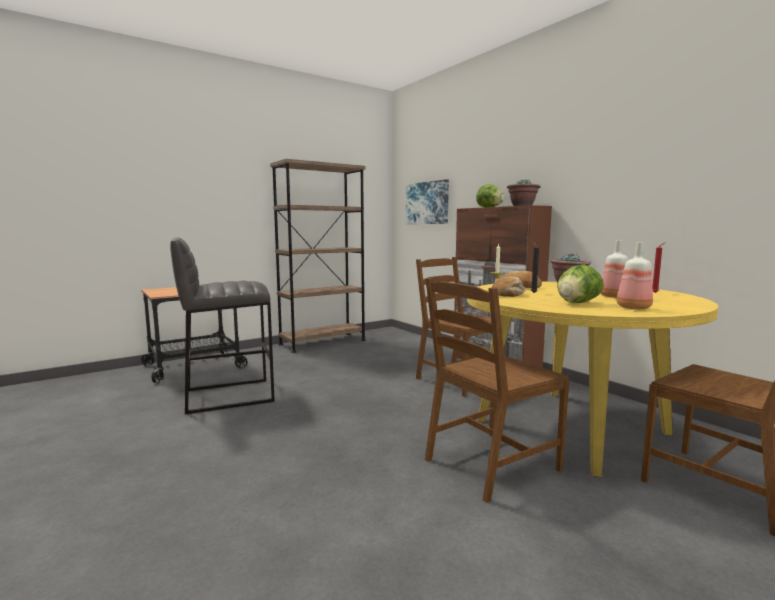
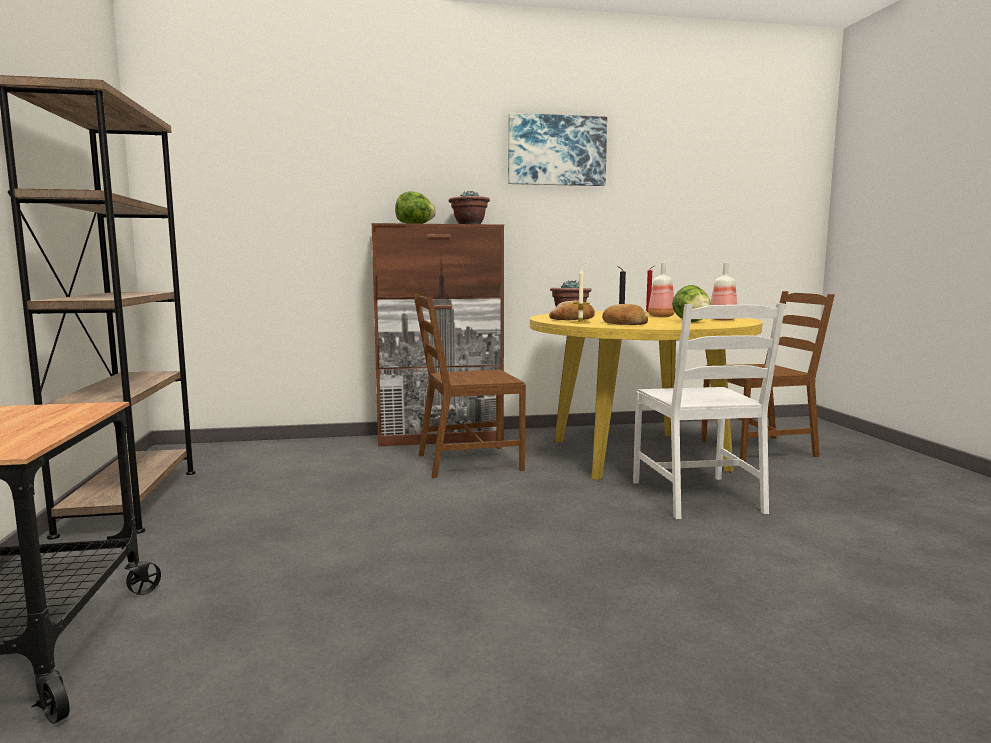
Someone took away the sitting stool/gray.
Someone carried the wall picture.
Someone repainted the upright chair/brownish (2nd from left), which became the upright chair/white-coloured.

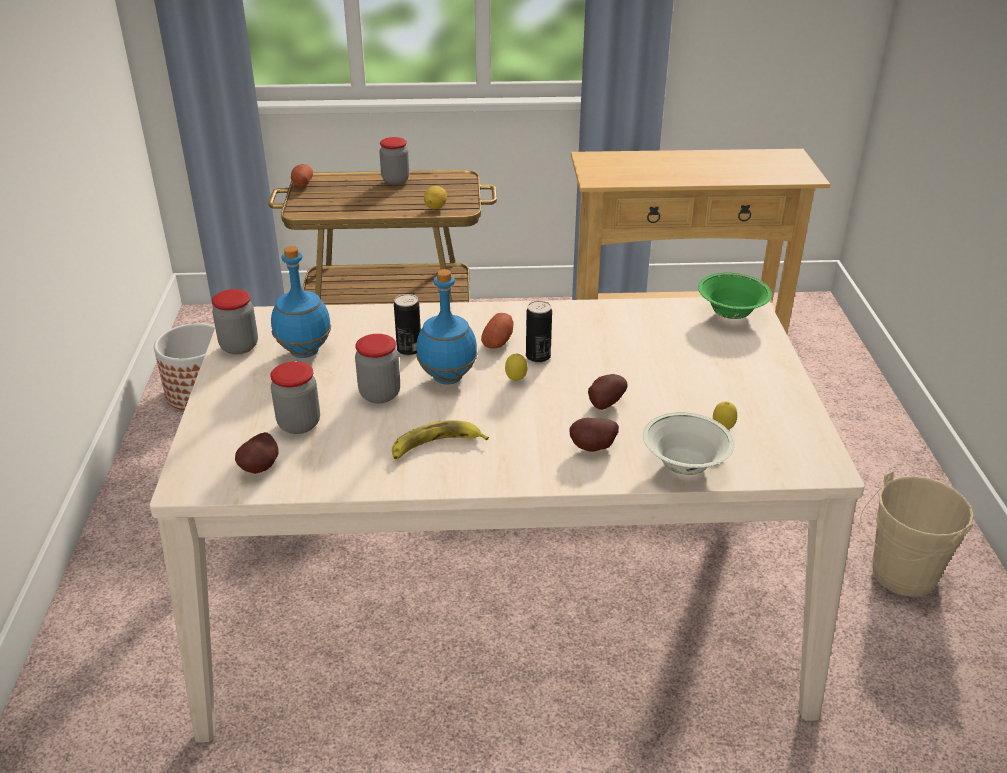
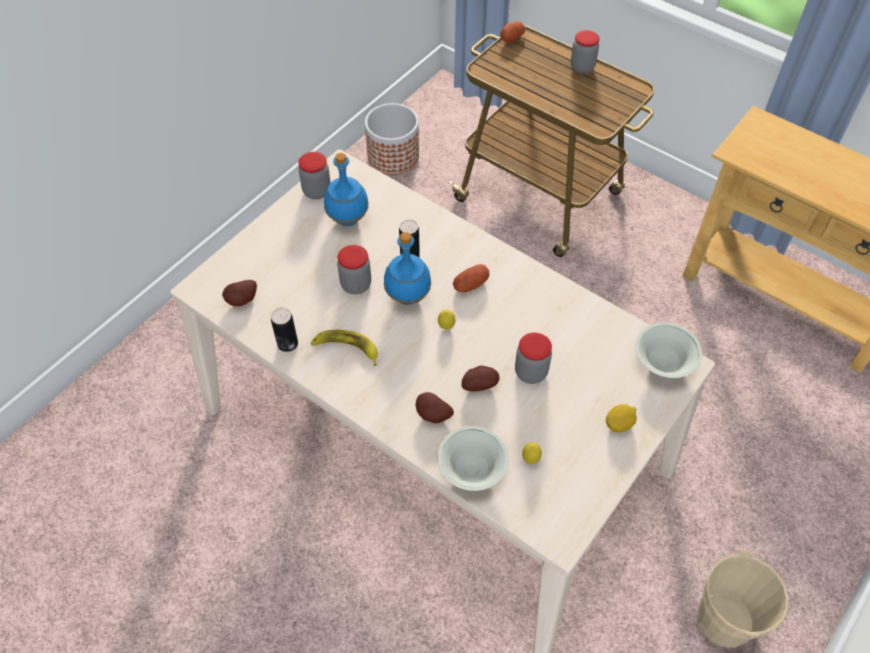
Someone carried the storage jar (2nd from left in the first image).
Someone carried the citrus fruit (1st from left in the first image).
Someone carried the metal can (2nd from left in the first image).
Someone repainted the bowl/greenish, which became the bowl/white-coloured (2nd from left).

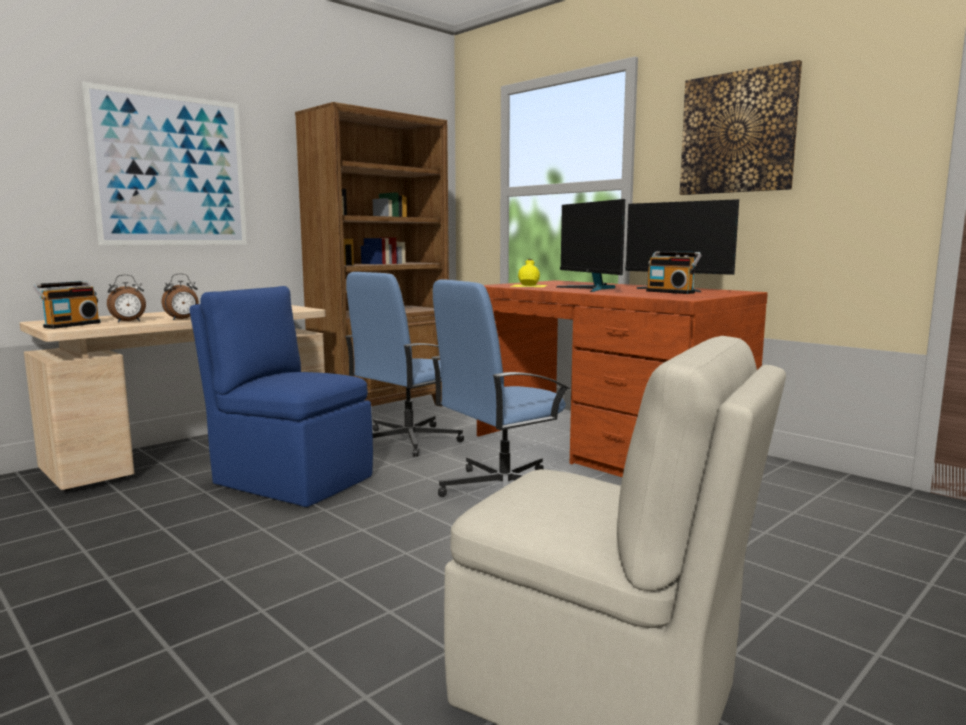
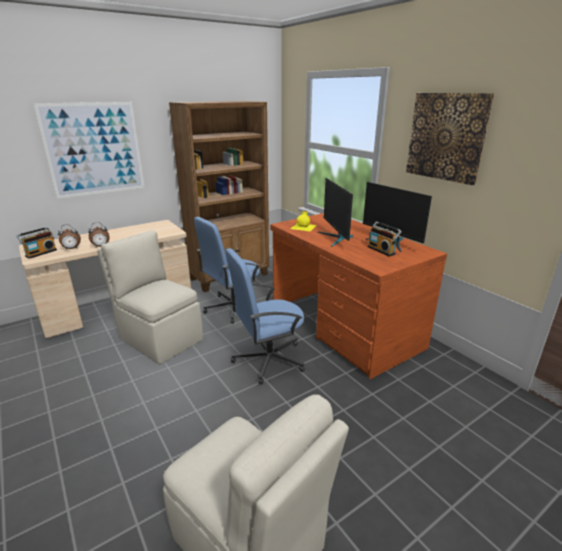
Someone repainted the upright chair/blue-coloured, which became the upright chair/beige-coloured (1st from left).

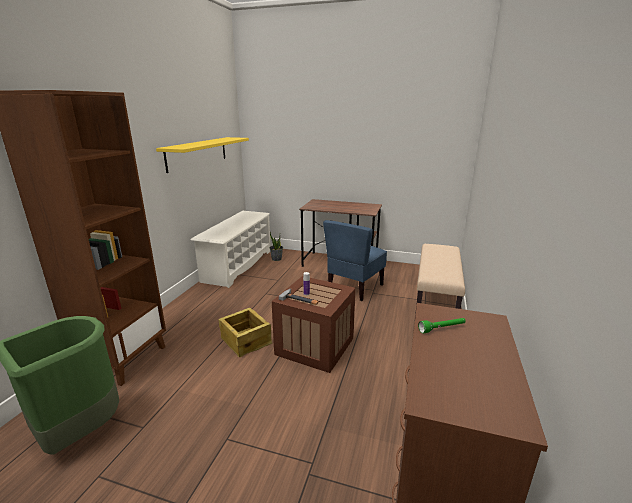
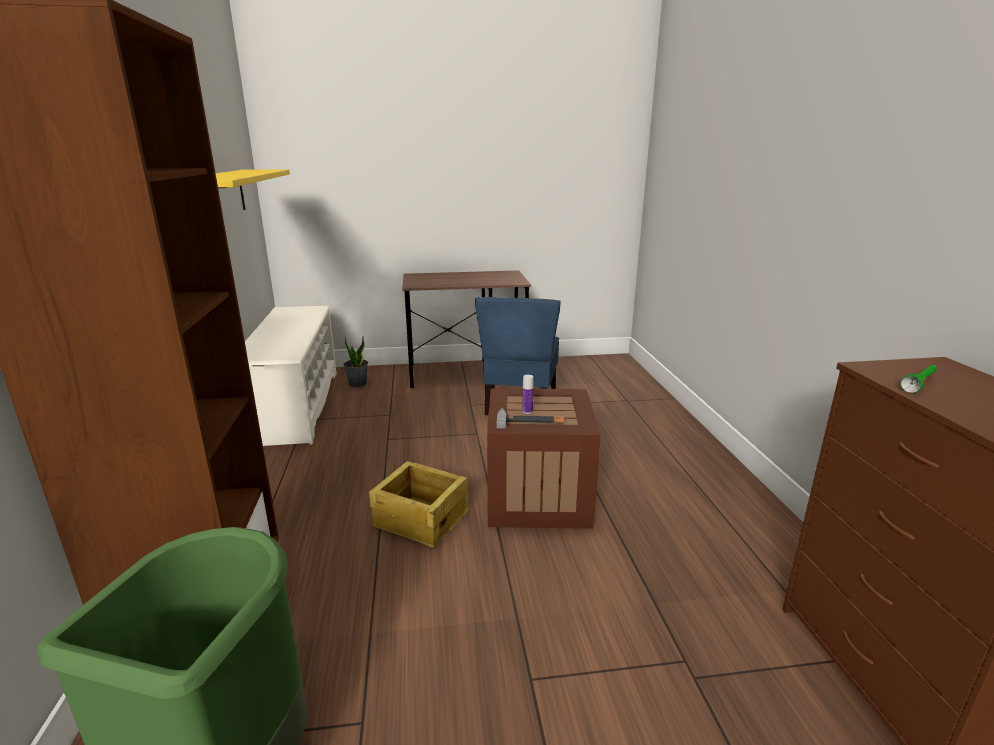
Someone took away the indoor bench/beige-coloured.

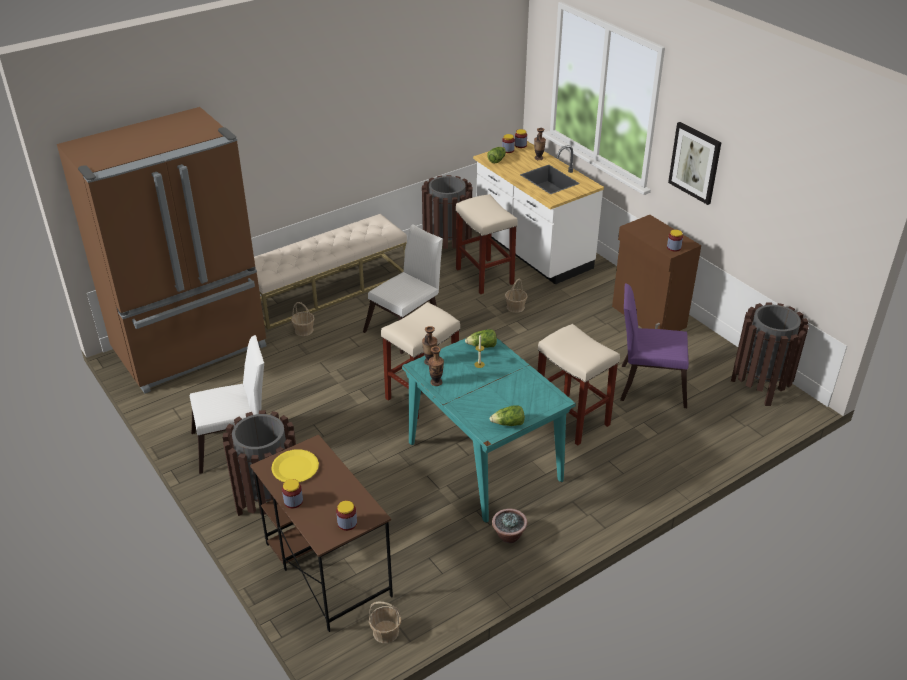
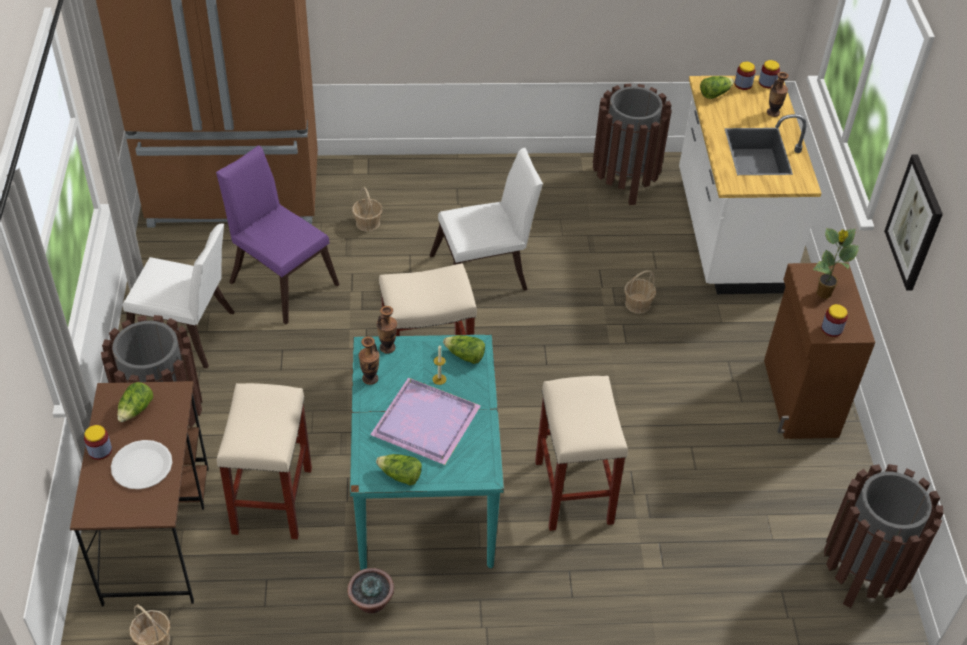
Someone took away the indoor bench/beige-coloured.
Someone swapped the dinner plate/yellowish for the lettuce (1st from left).
Someone took away the storage jar (2nd from left).
Someone carried the sitting stool/beige-coloured (2nd from left in the first image).
Someone carried the upright chair/purple.
Someone put down the dinner plate/white-coloured.
Someone put down the carrying tray/purple.
Someone put down the houseplant (2nd from left).

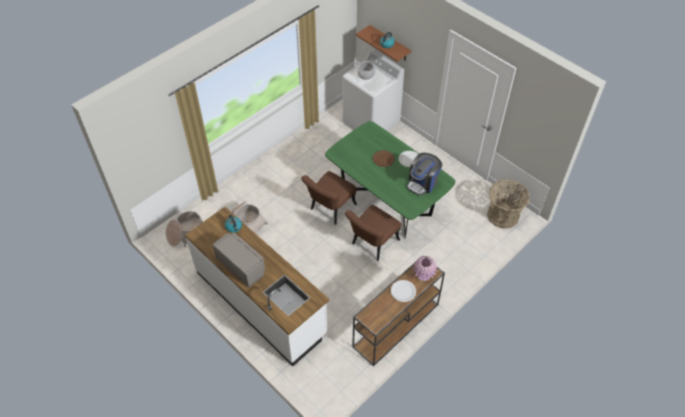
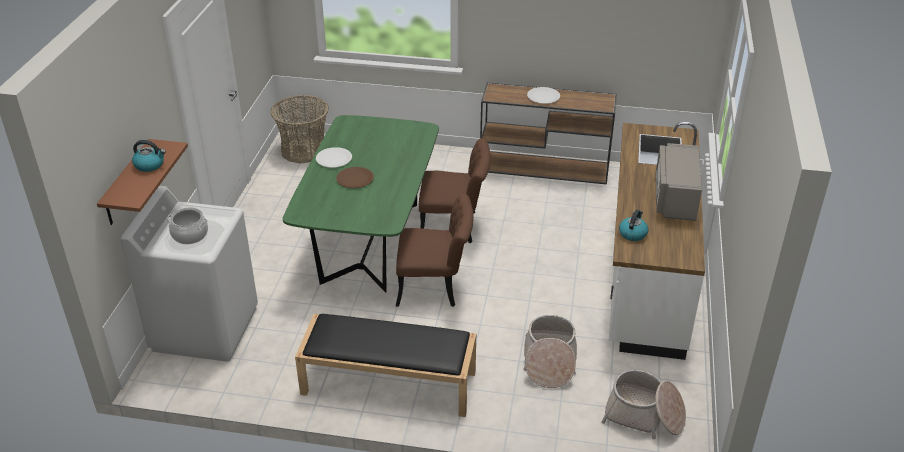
Someone took away the coffee brewer.
Someone took away the vase/pink.
Someone put down the indoor bench/blackish.

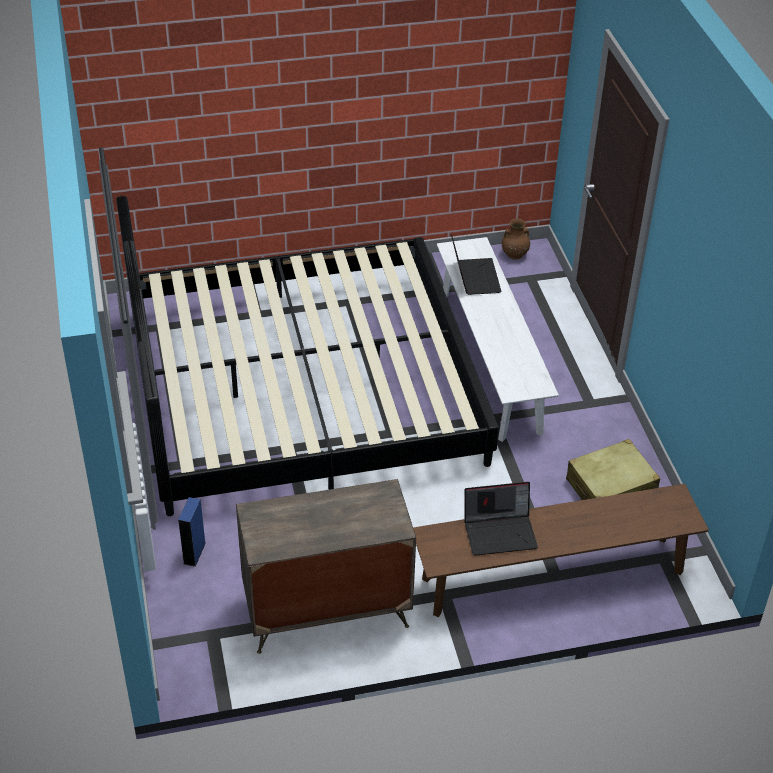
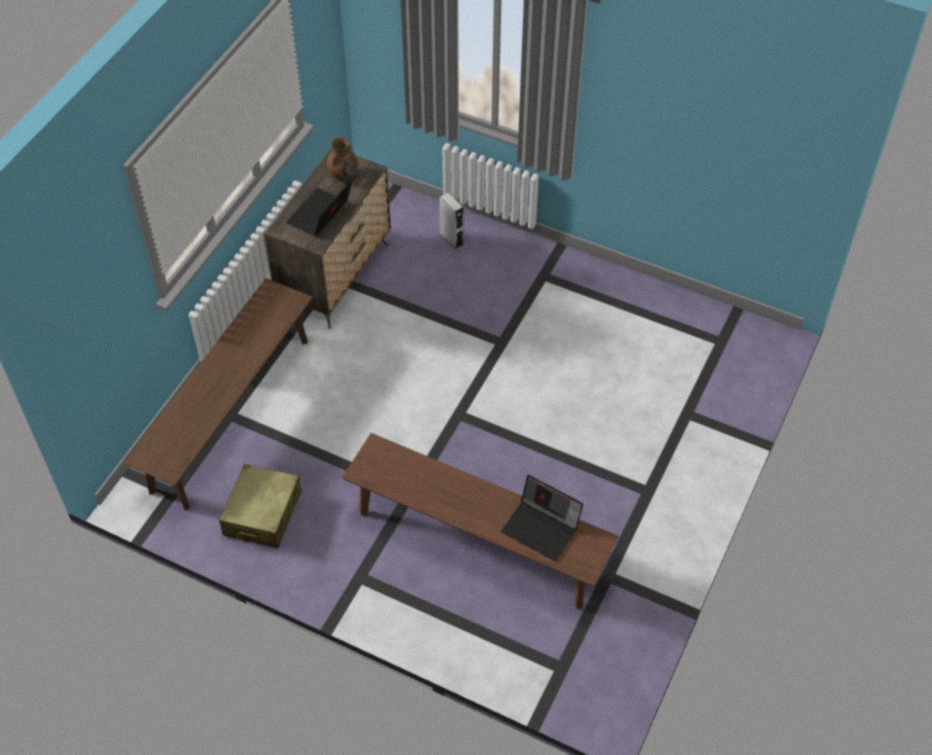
Someone took away the bedroom bed.
Someone repainted the speaker/blue-coloured, which became the speaker/gray.
Someone repainted the indoor bench/white-coloured, which became the indoor bench/brownish (2nd from left).
Someone carried the portable computer (2nd from left in the first image).
Someone carried the vase/brownish.

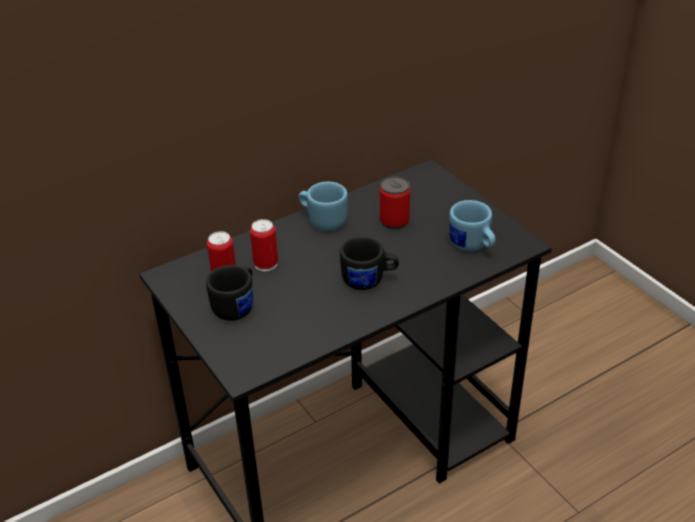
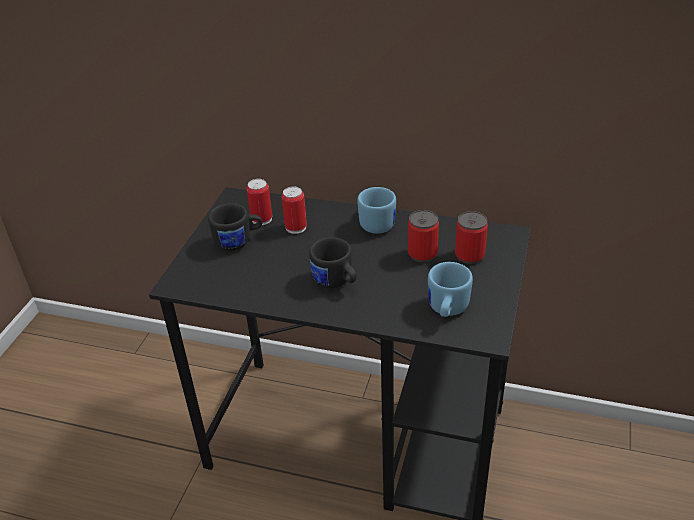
Someone put down the metal can (4th from left).

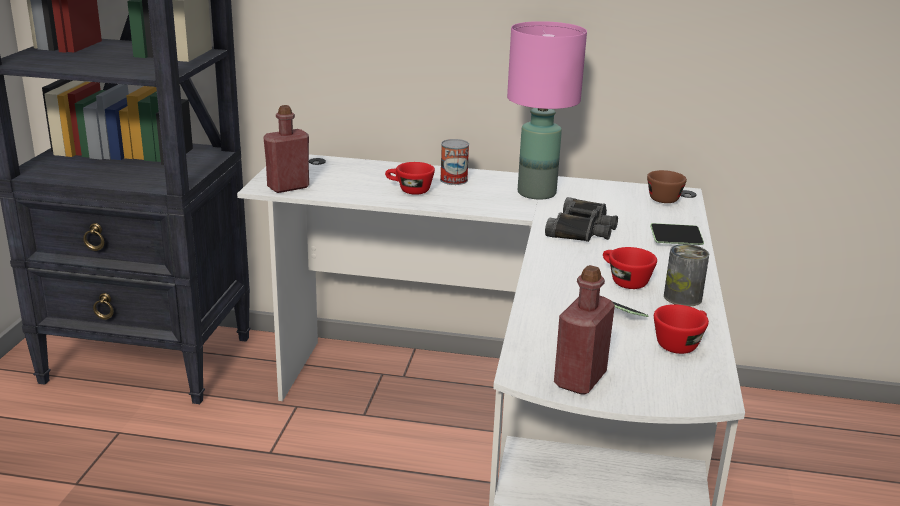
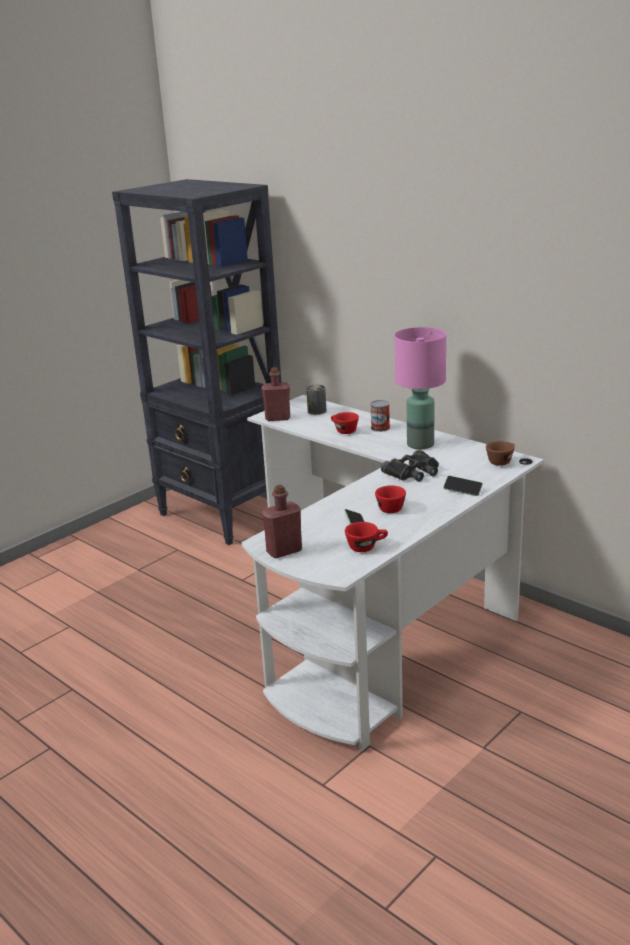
Someone carried the metal can (2nd from left in the first image).

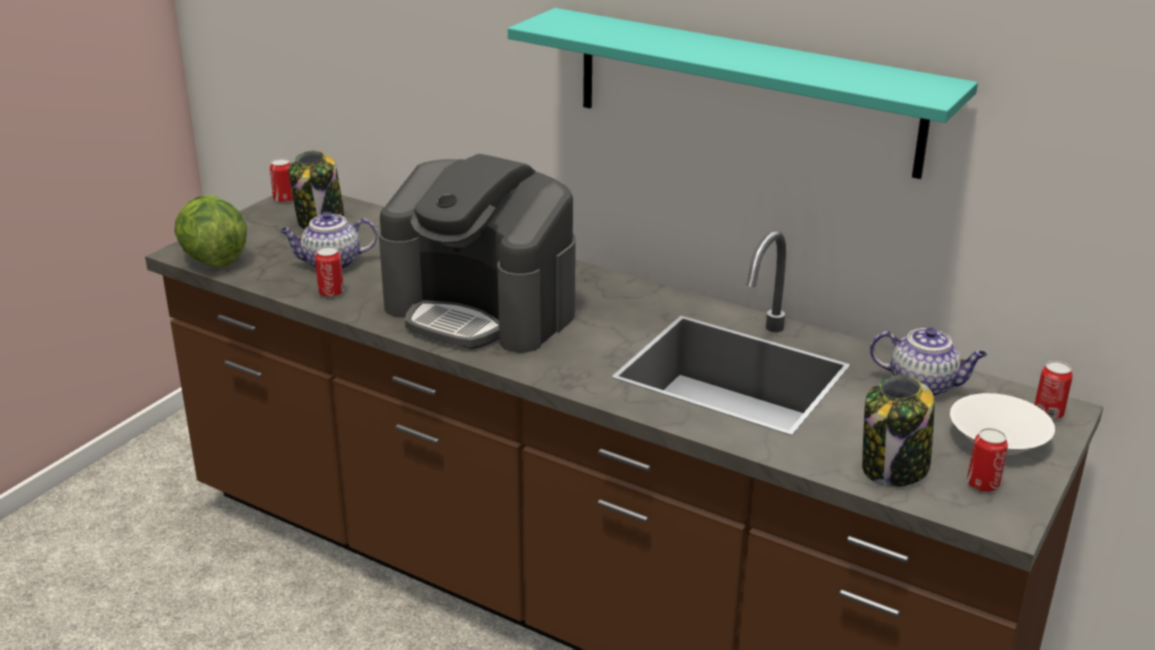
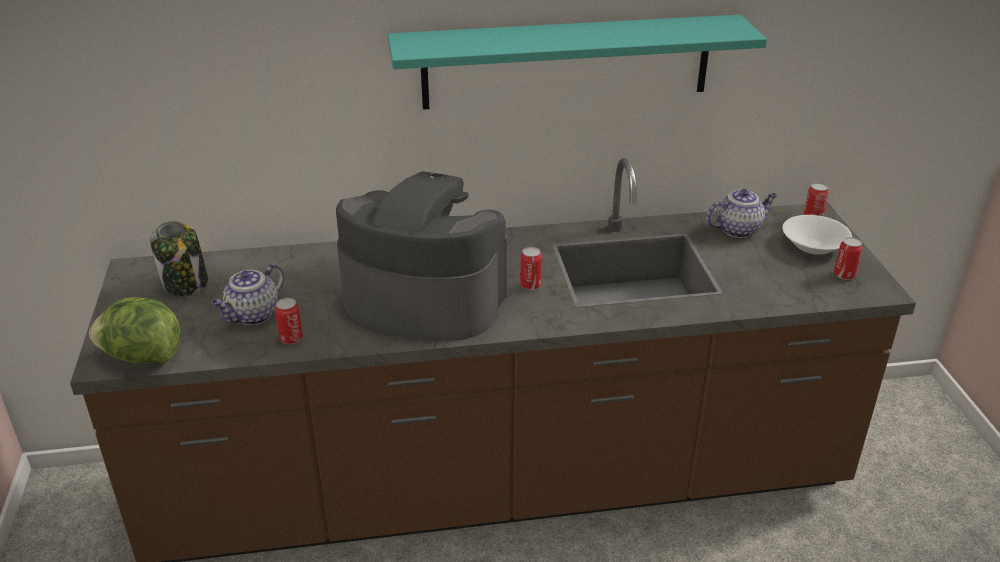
Someone carried the metal can (1st from left in the first image).
Someone rotated the coffee brewer by 150 degrees counterclockwise.
Someone took away the storage jar (2nd from left).

